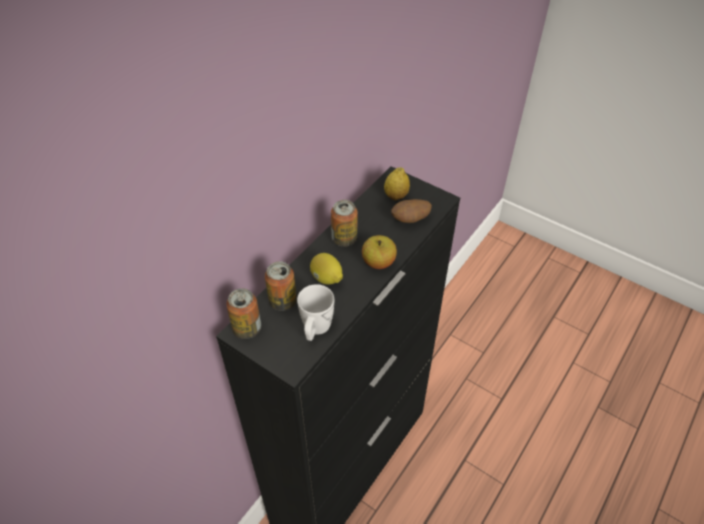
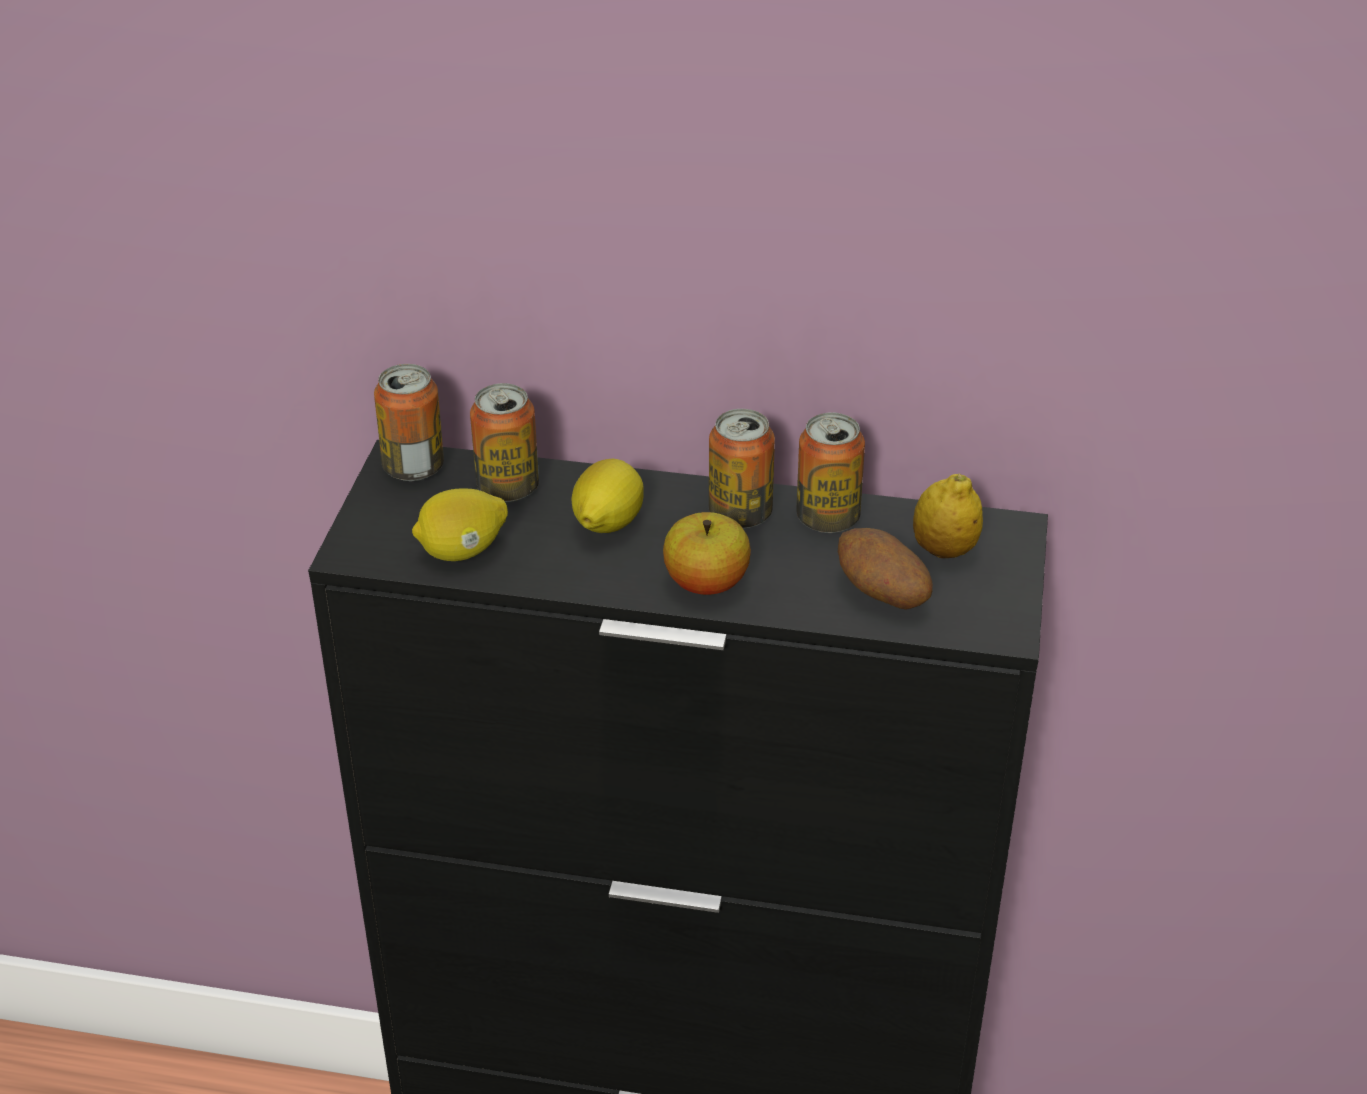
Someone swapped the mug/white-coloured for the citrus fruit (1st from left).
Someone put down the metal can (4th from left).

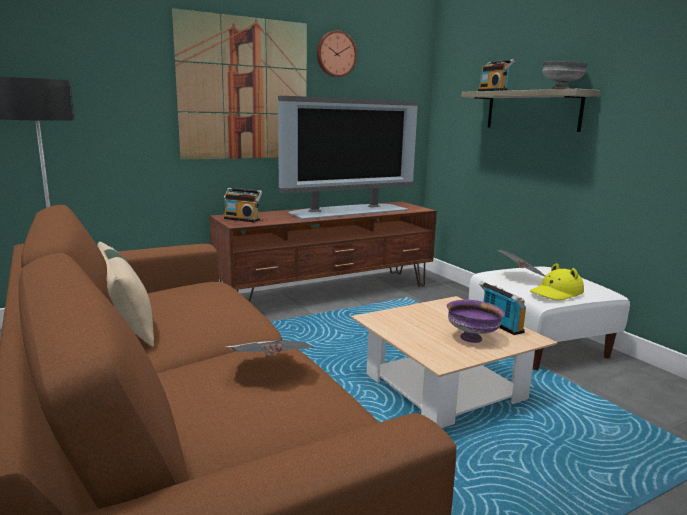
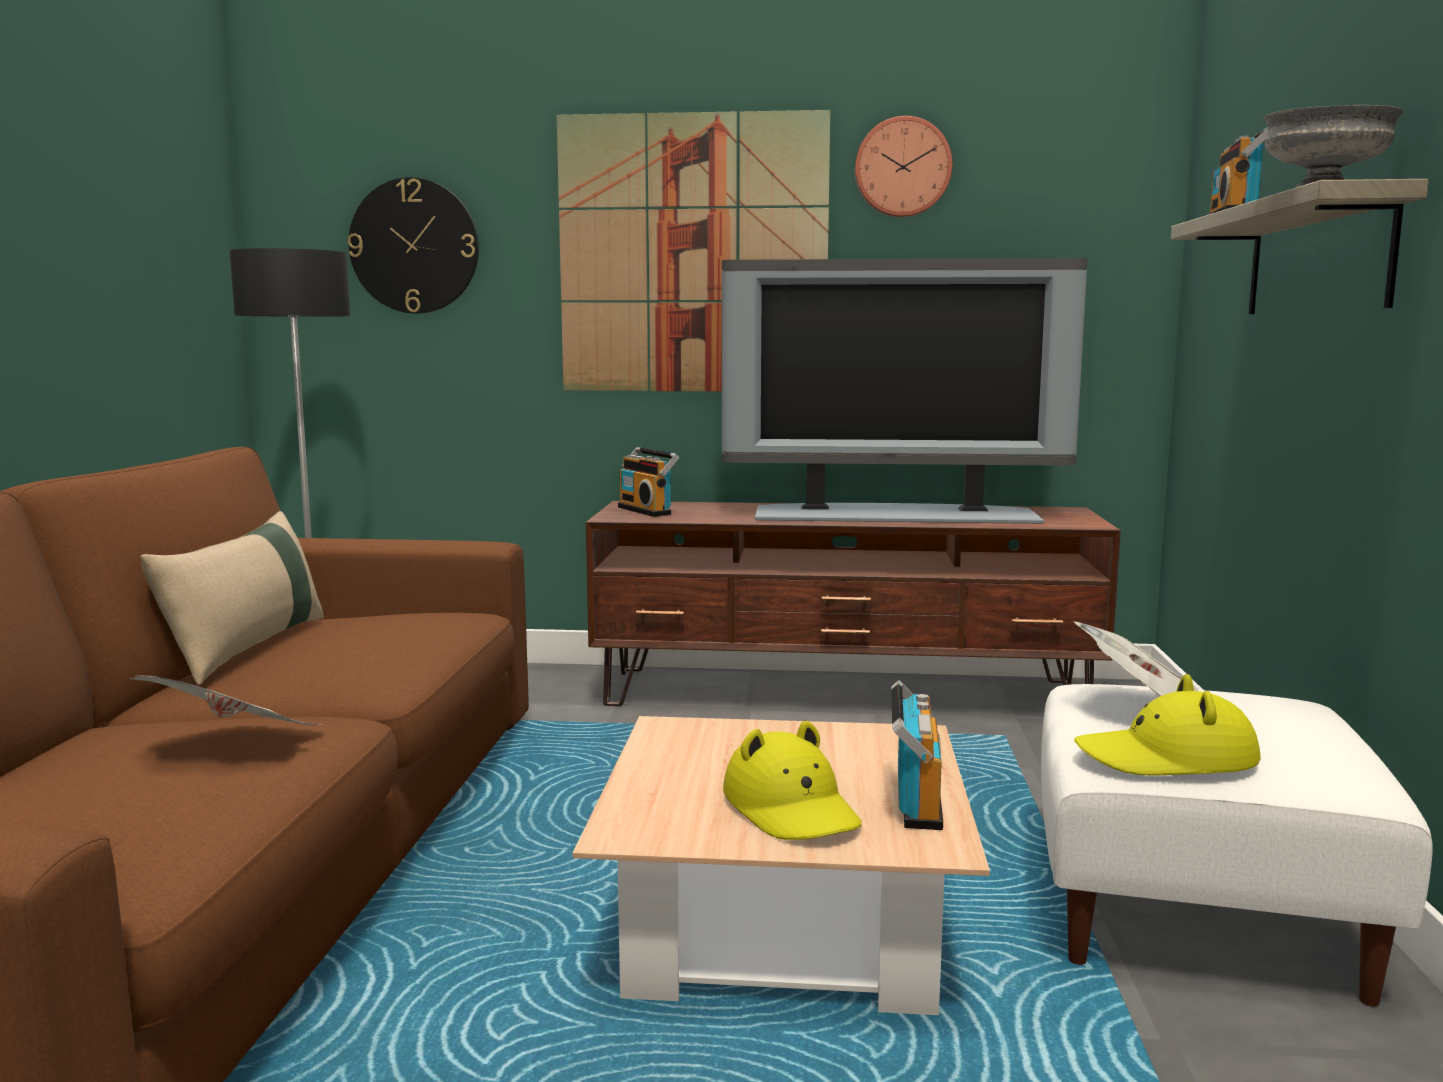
Someone swapped the bowl/purple for the hat/yellowish (1st from left).
Someone put up the clock on the wall (1st from left).

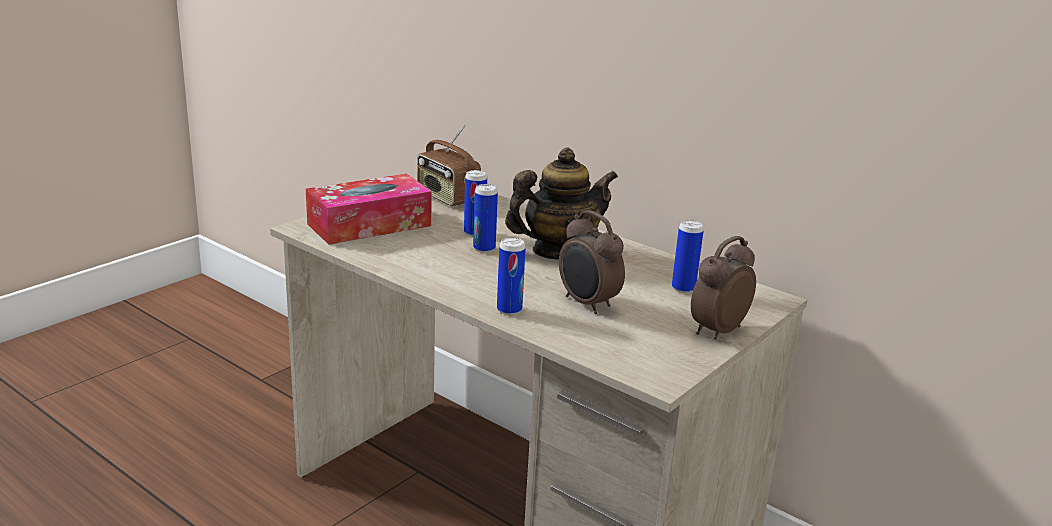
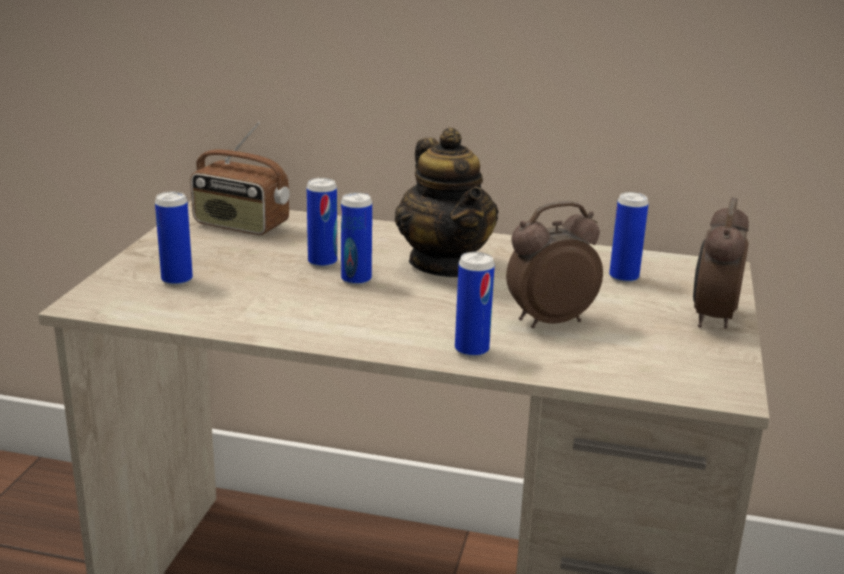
Someone swapped the tissue box for the metal can (1st from left).
Someone rotated the tea pot by 120 degrees clockwise.
Someone rotated the bedside clock (1st from left) by 135 degrees clockwise.

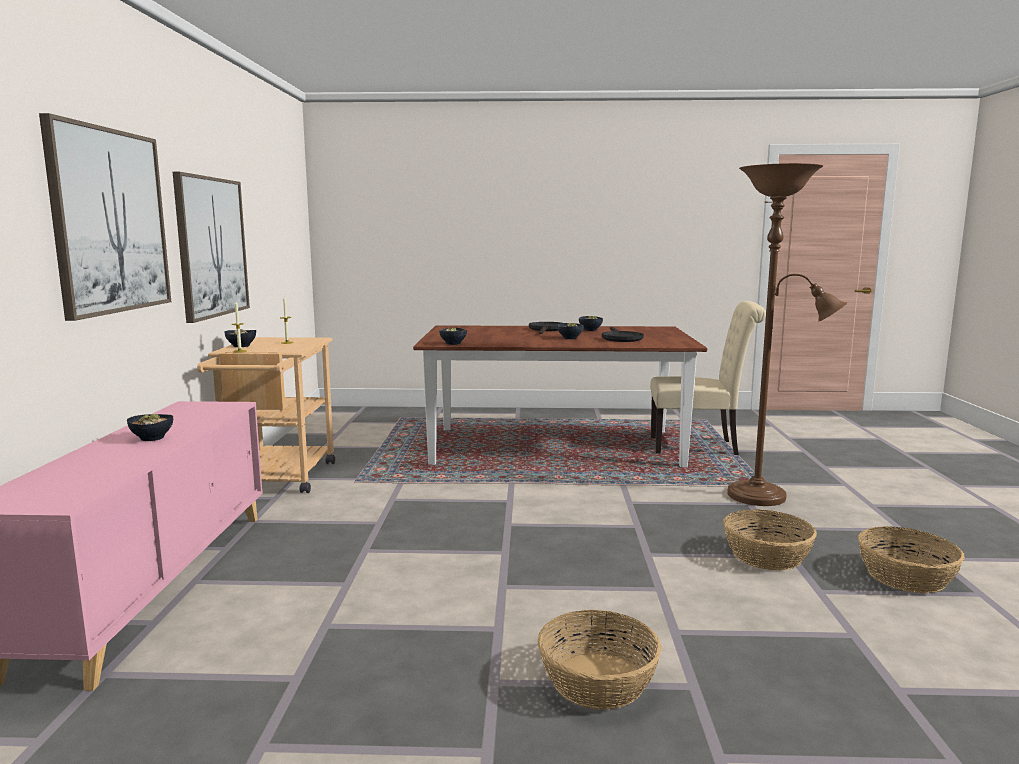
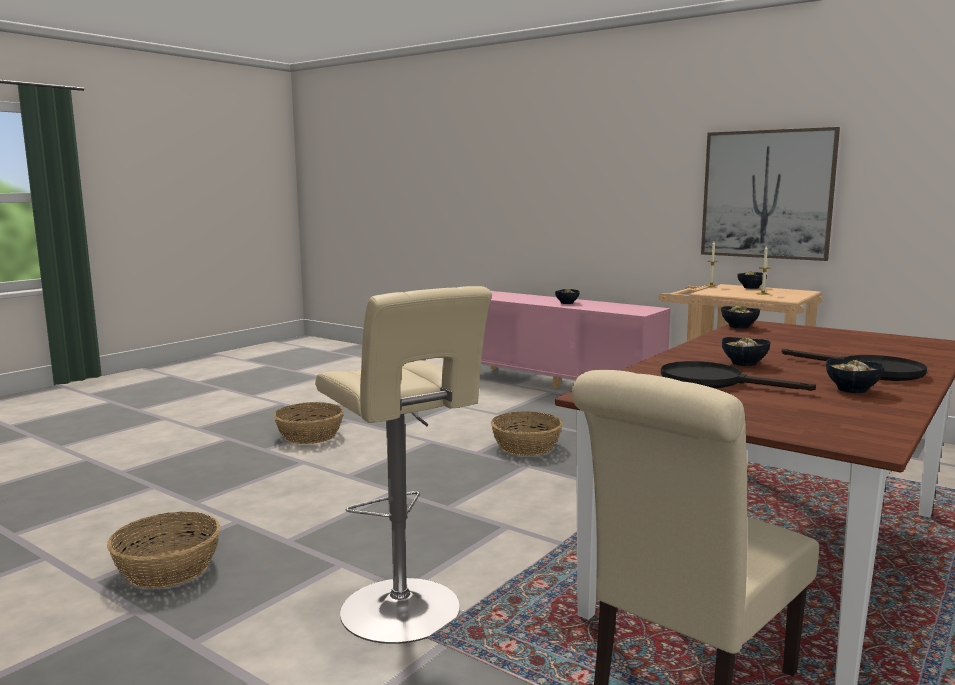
Someone took away the wall picture (1st from left).
Someone carried the storage basket (2nd from left in the first image).
Someone swapped the floor lamp/brownish for the sitting stool/beige-coloured.

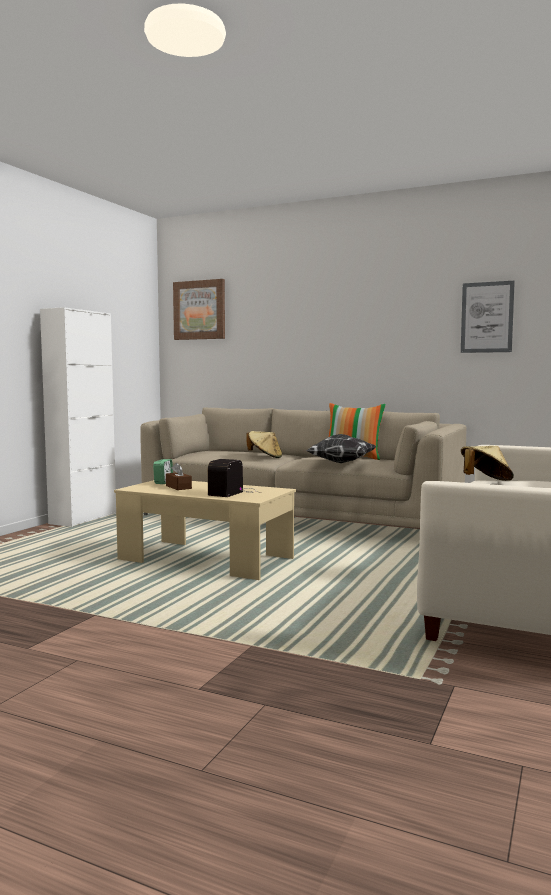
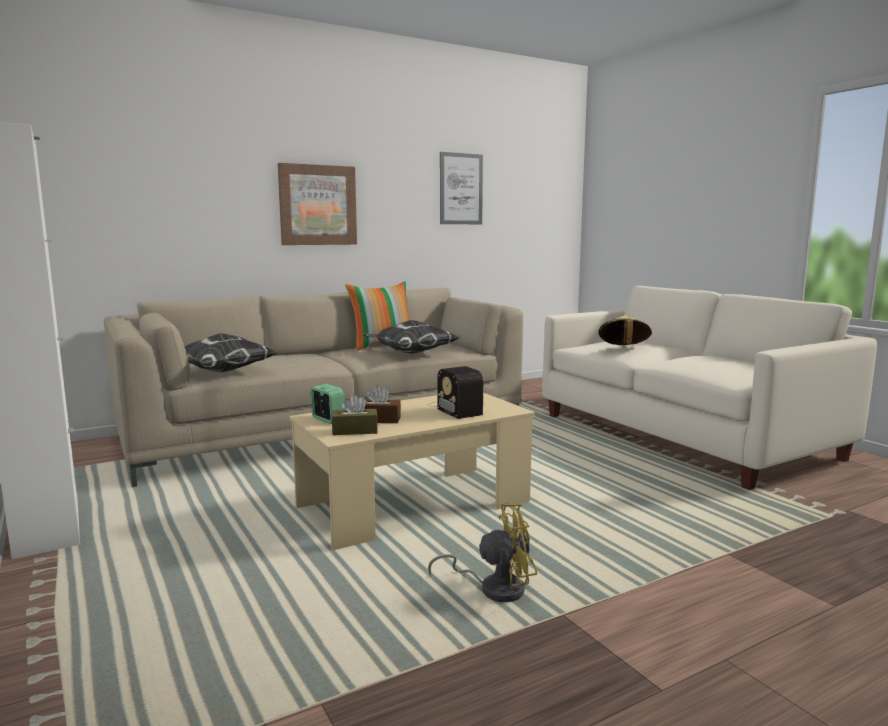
Someone carried the wall picture (1st from left).
Someone took away the hat/beige-coloured (1st from left).
Someone put down the throw pillow (1st from left).
Someone put down the tissue box/brownish (1st from left).
Someone put down the fan/yellowish.

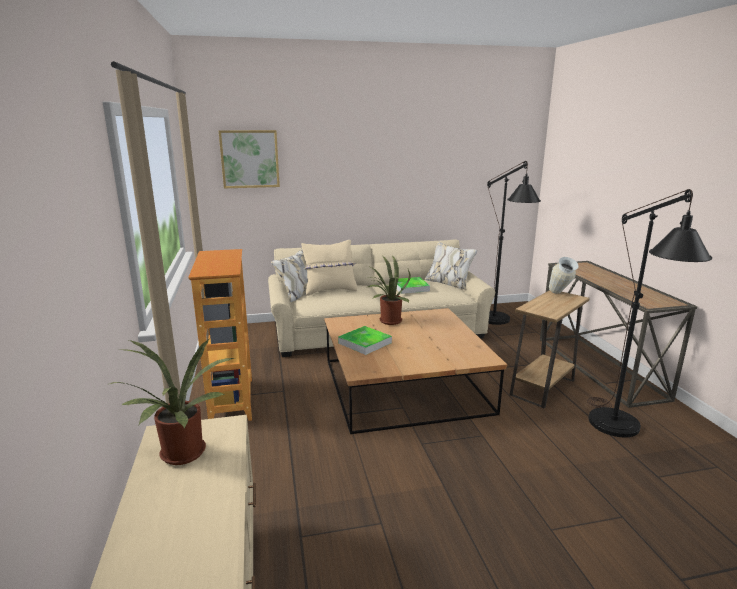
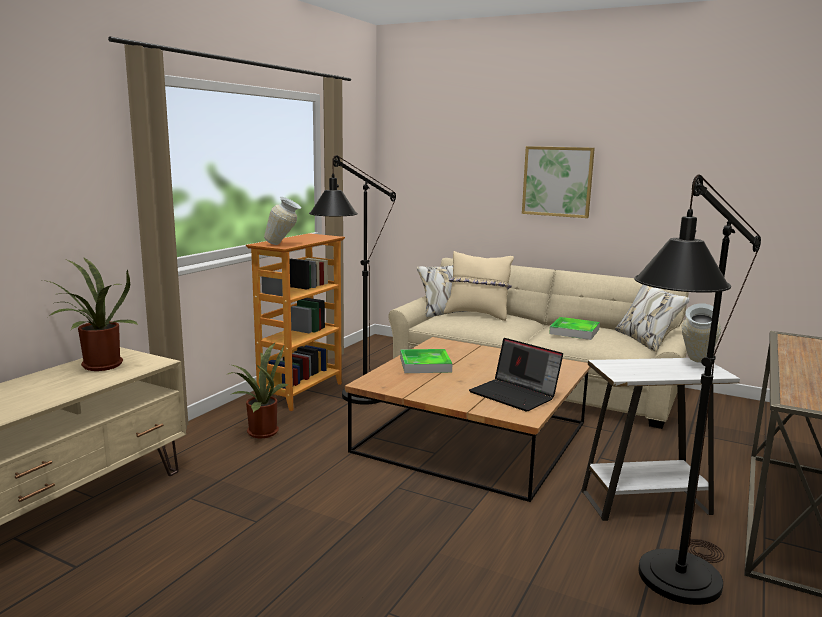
Someone carried the wall picture.
Someone carried the houseplant (2nd from left).
Someone carried the floor lamp/blackish (1st from left).
Someone repainted the accent table/brownish, which became the accent table/white-coloured.
Someone put down the vase (1st from left).
Someone put down the portable computer.

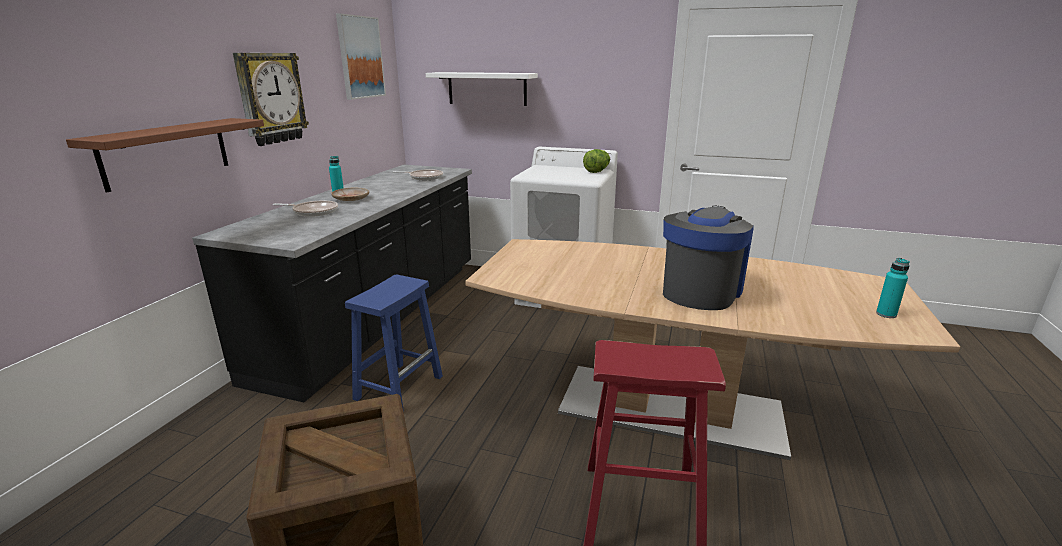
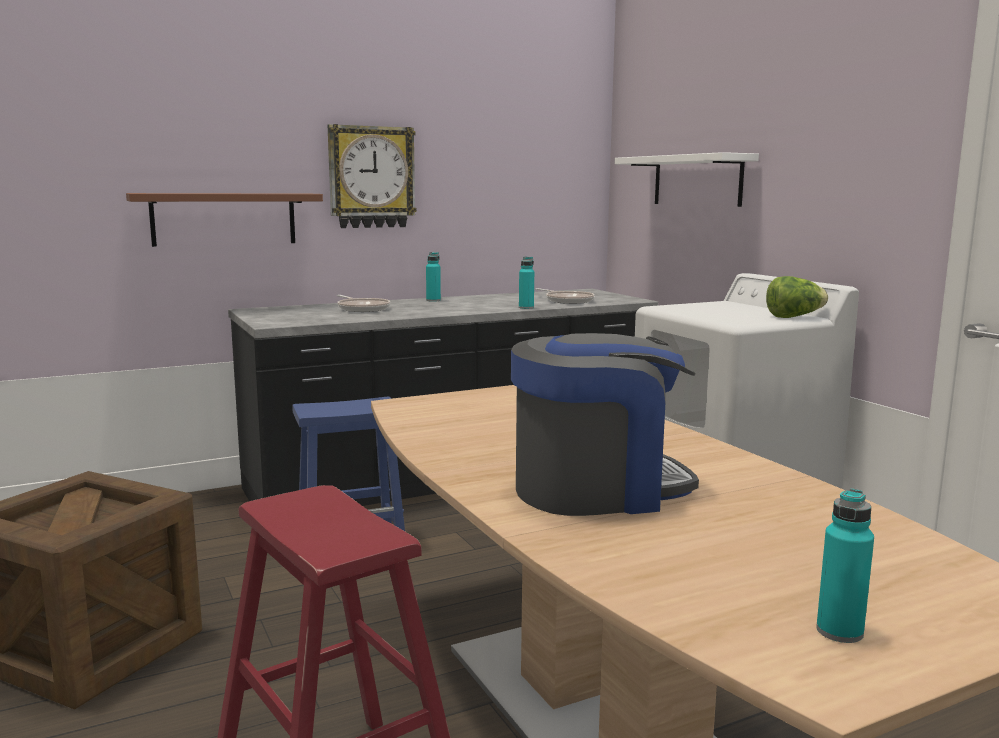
Someone took away the dinner plate/beige-coloured.
Someone took away the wall picture.
Someone put down the beverage bottle/turquoise (2nd from left).

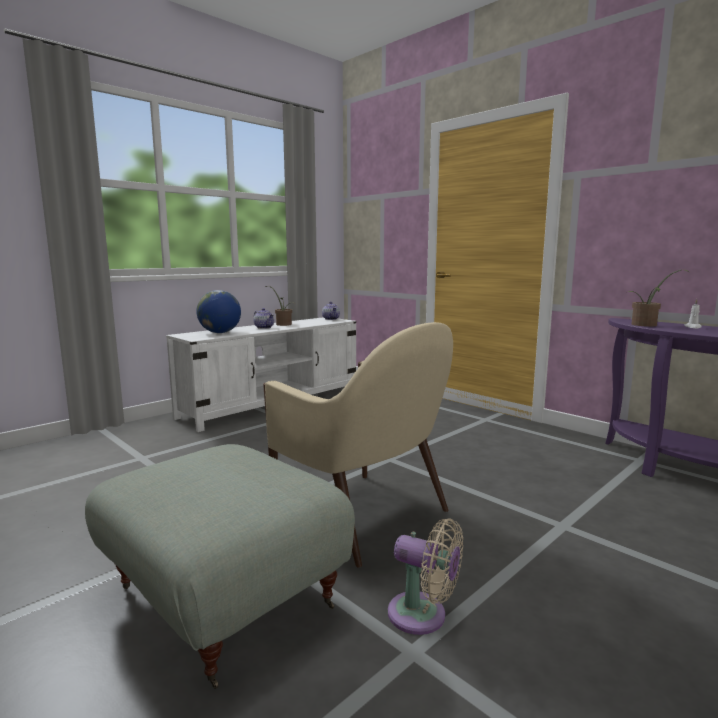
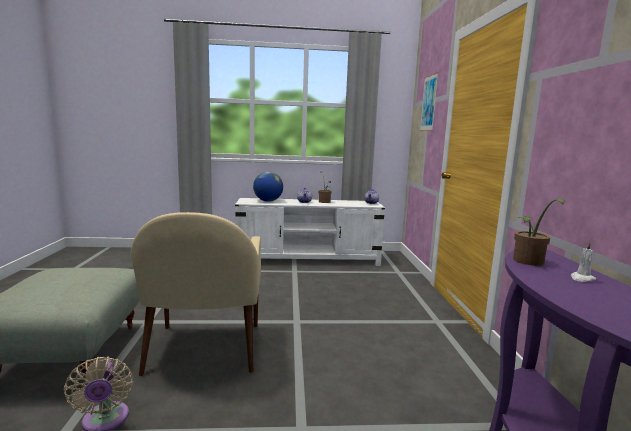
Someone put up the wall picture.

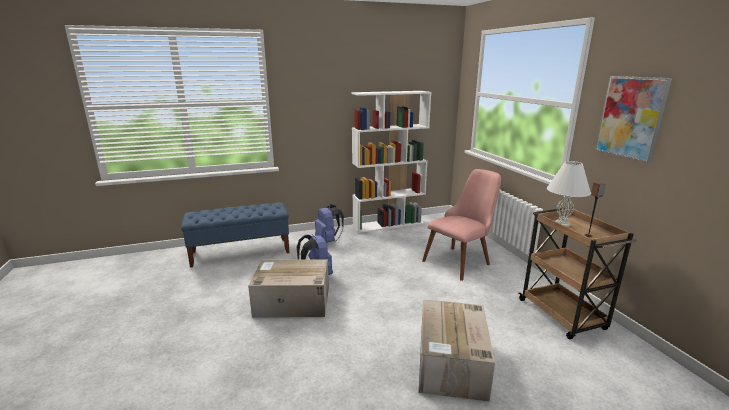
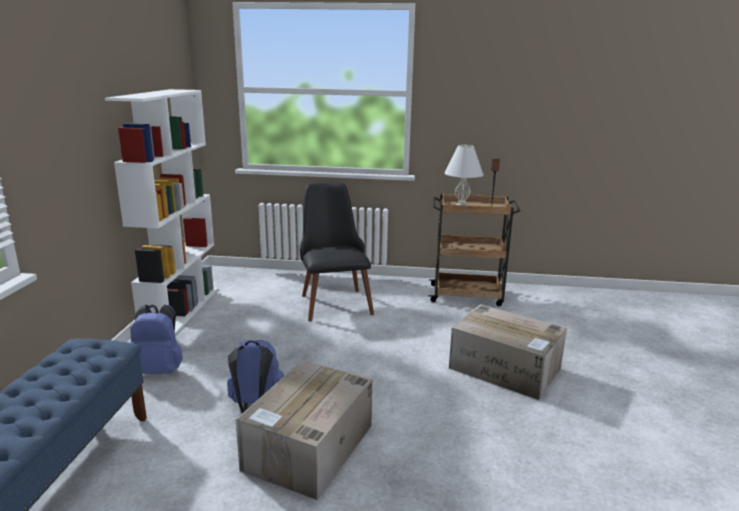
Someone repainted the upright chair/pink, which became the upright chair/blackish.
Someone took away the wall picture.

